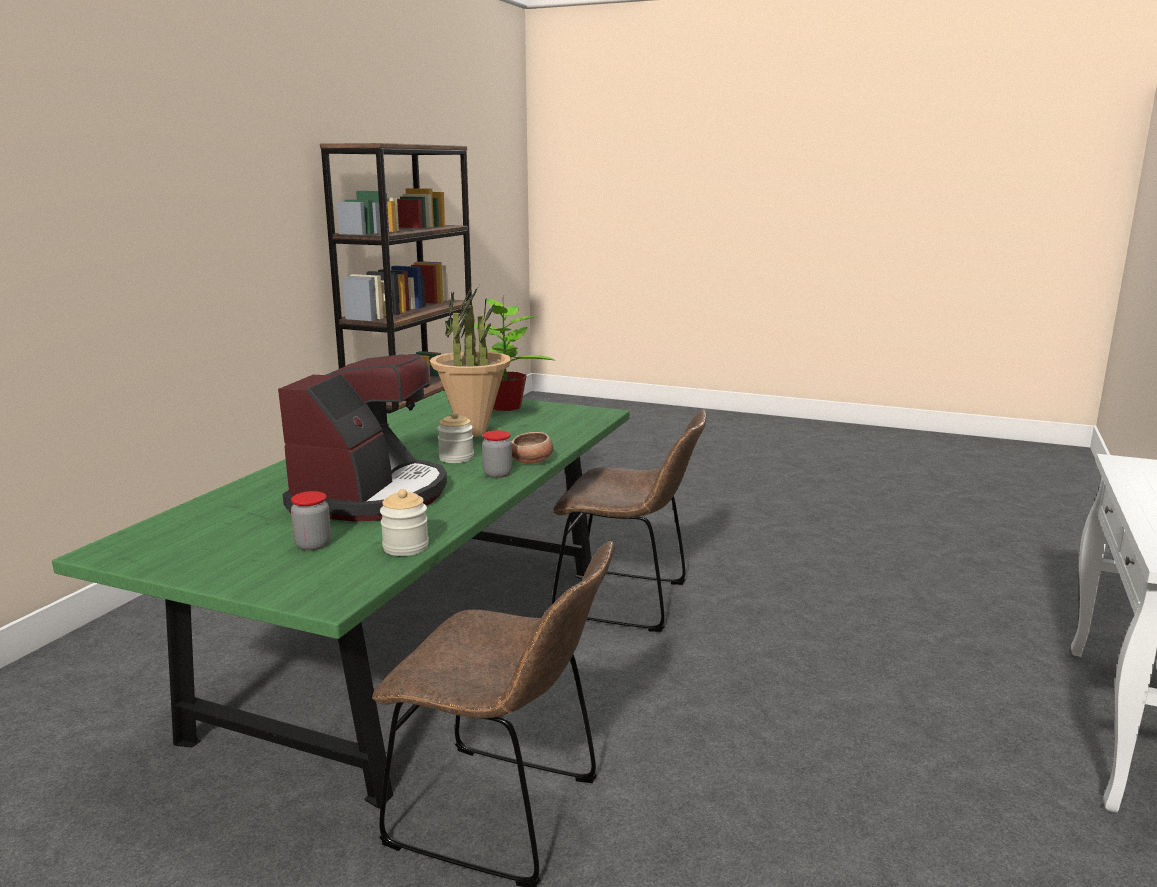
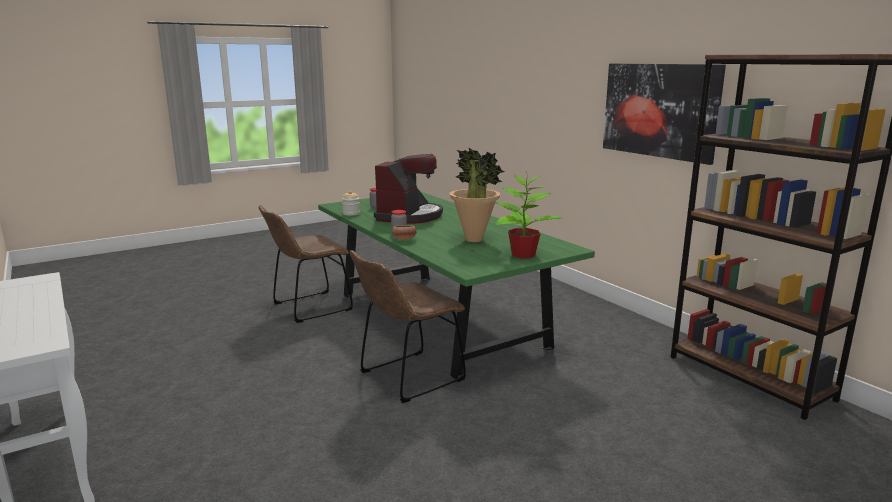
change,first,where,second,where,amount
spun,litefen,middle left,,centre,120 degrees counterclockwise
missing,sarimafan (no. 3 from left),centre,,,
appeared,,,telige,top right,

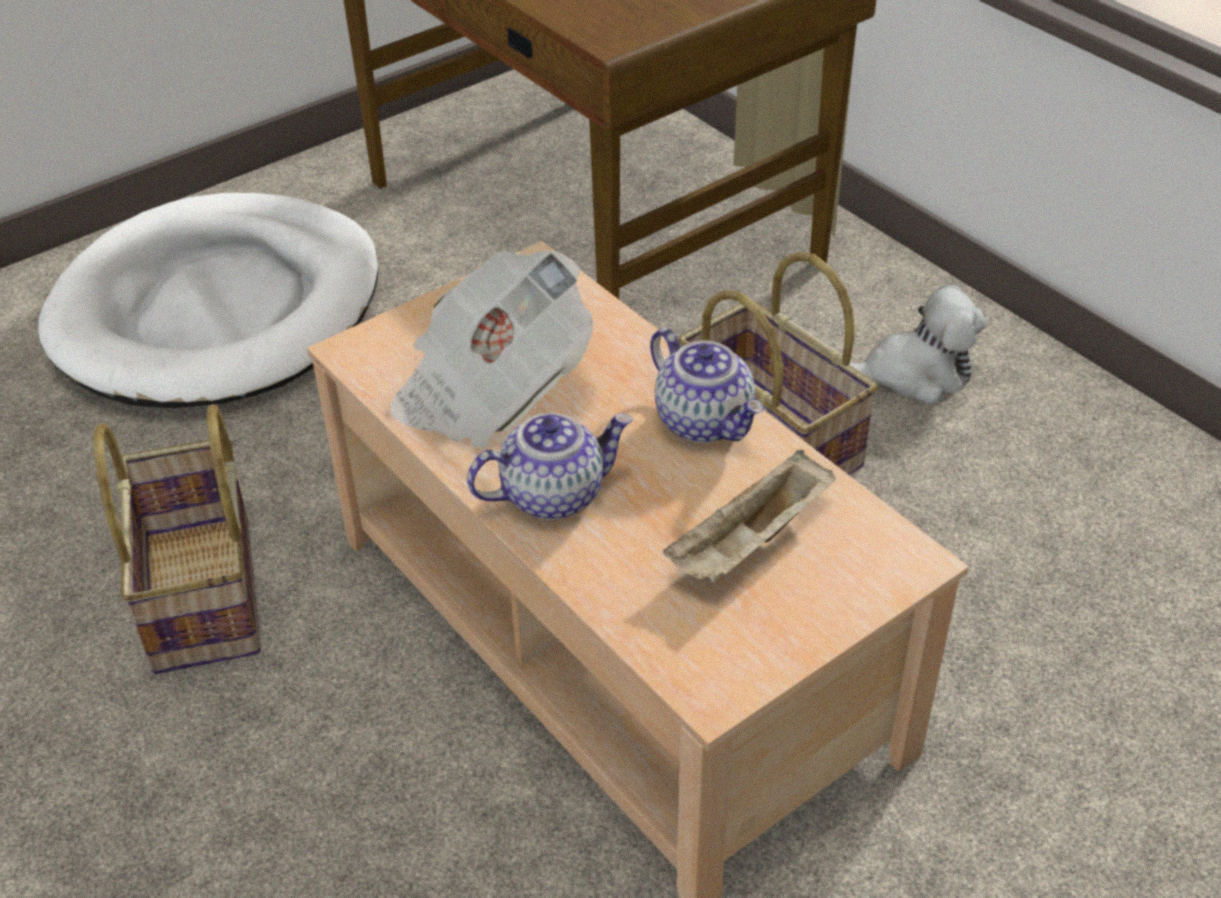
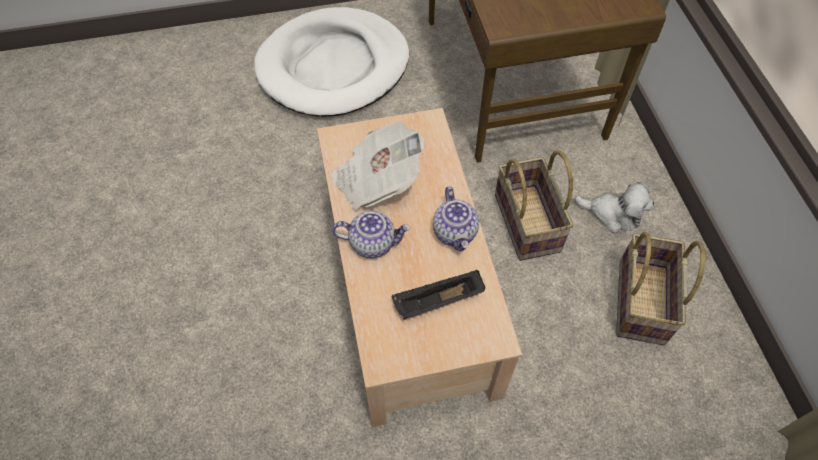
change,first,where,second,where,amount
relocated,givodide (no. 1 from left in the first image),middle left,givodide (no. 2 from left),middle right,
colour,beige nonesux,centre,black nonesux,centre,

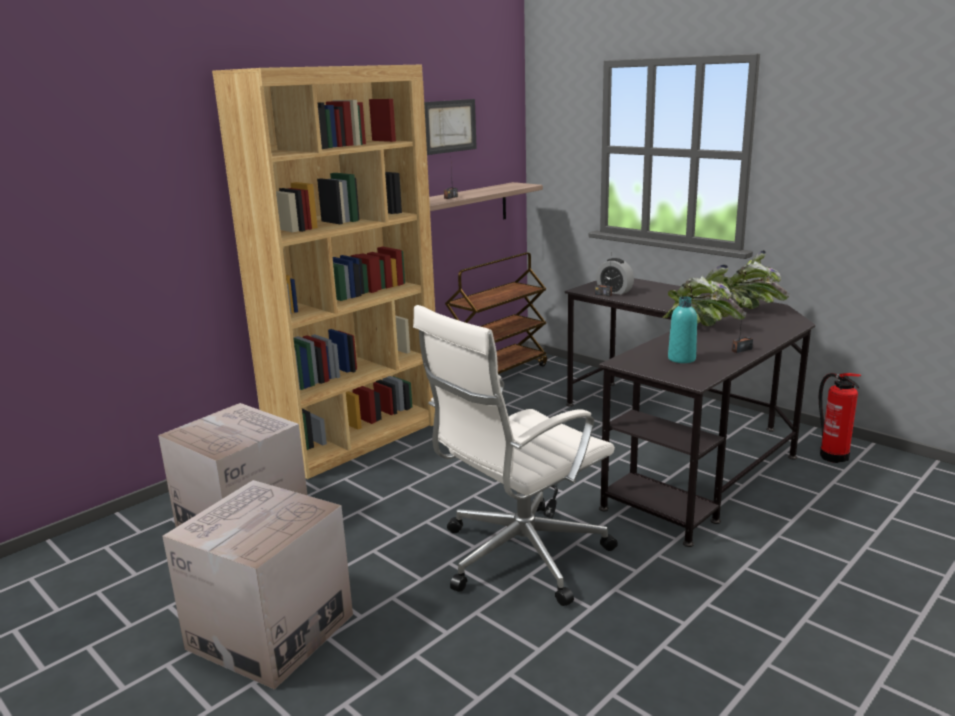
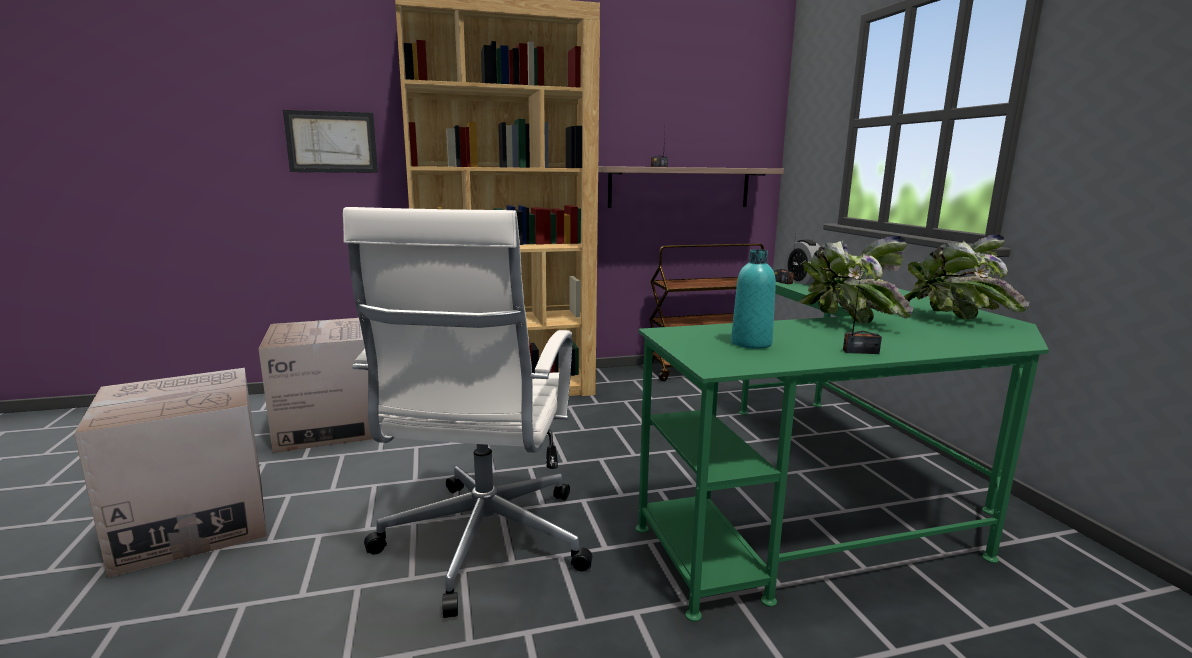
change,first,where,second,where,amount
spun,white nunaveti,centre,,centre,75 degrees counterclockwise
relocated,telige,top centre,,top left,
colour,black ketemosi,middle right,green ketemosi,bottom right,
missing,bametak,middle right,,,

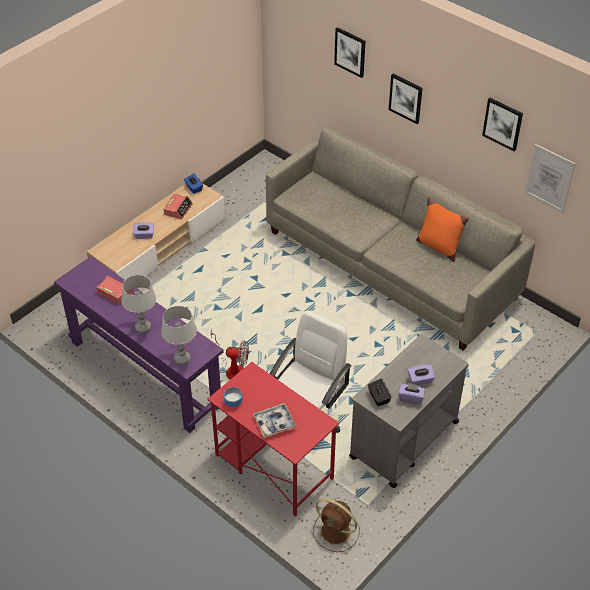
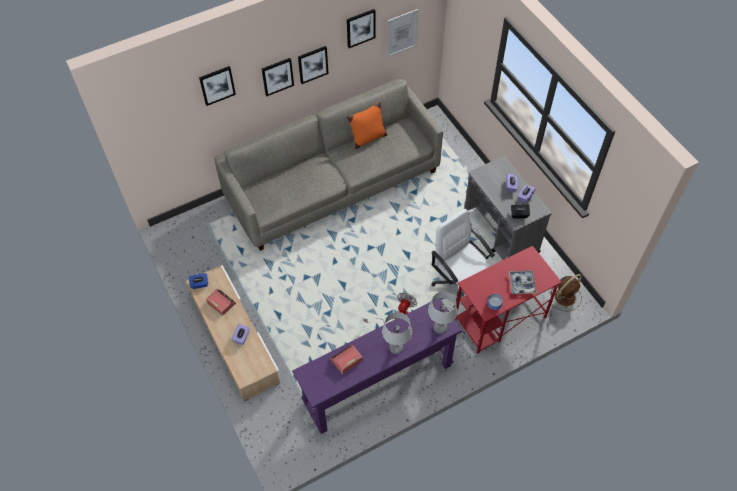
change,first,where,second,where,amount
appeared,,,telige (no. 3 from left),top centre,

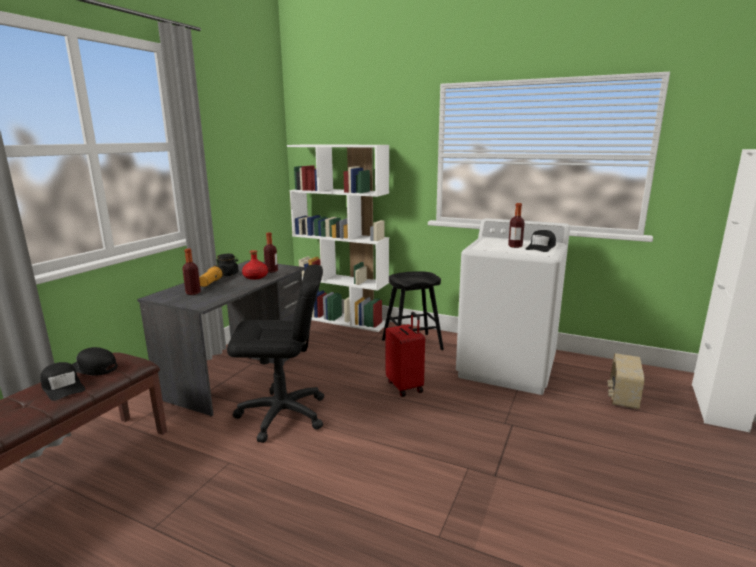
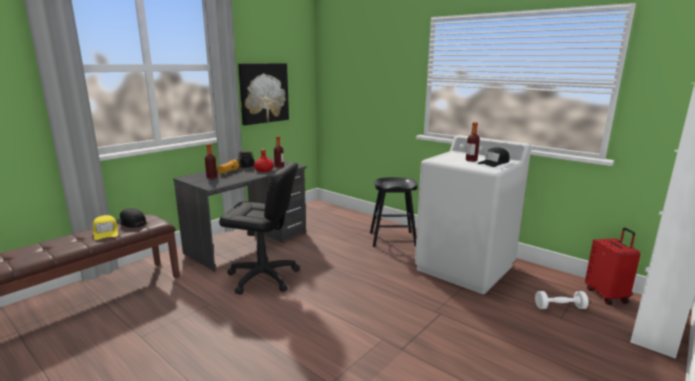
change,first,where,second,where,amount
colour,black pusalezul (no. 1 from left),bottom left,yellow pusalezul,middle left,
missing,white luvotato,centre,,,
relocated,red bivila,centre,,bottom right,
exchanged,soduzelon,bottom right,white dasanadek,bottom right,
appeared,,,telige,top centre,

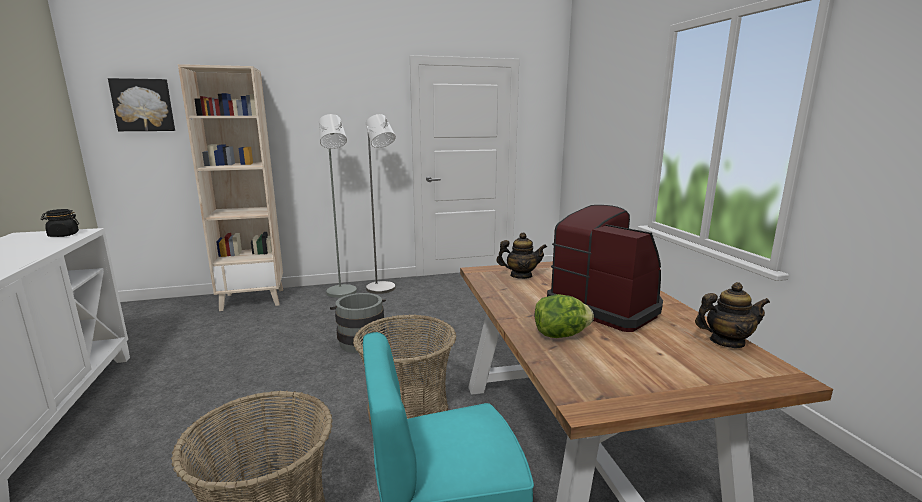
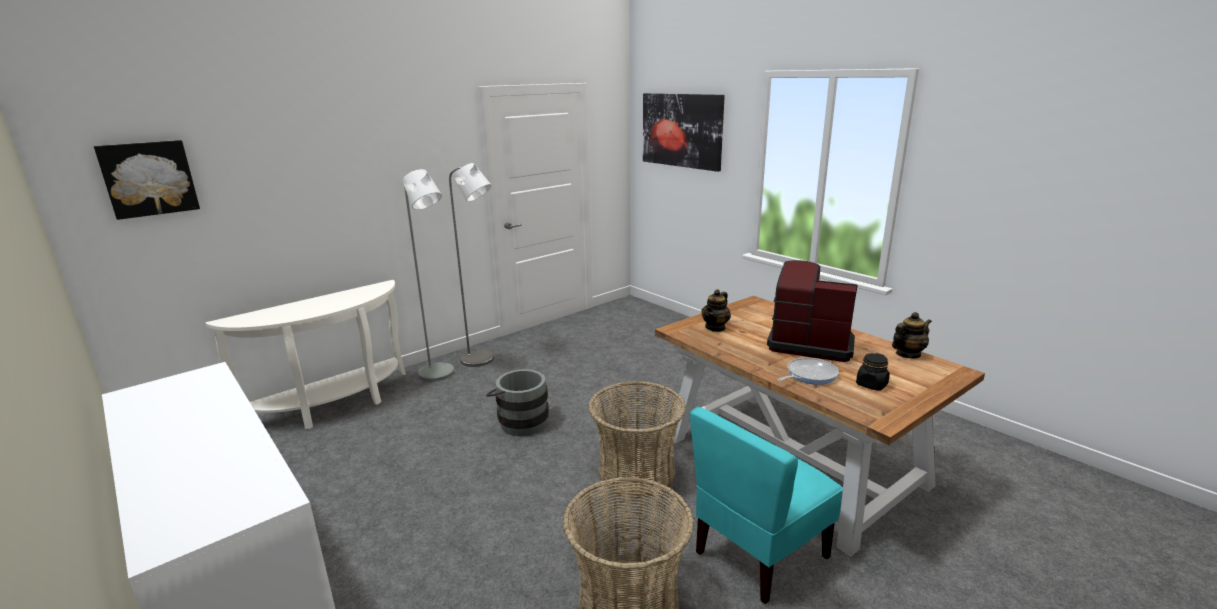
change,first,where,second,where,amount
relocated,black sarimafan,middle left,,middle right,
exchanged,beige luvotato,middle left,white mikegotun,middle left,
spun,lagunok (no. 1 from left),centre,,centre,150 degrees clockwise
exchanged,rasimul,centre,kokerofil,centre,
appeared,,,telige (no. 2 from left),top centre,

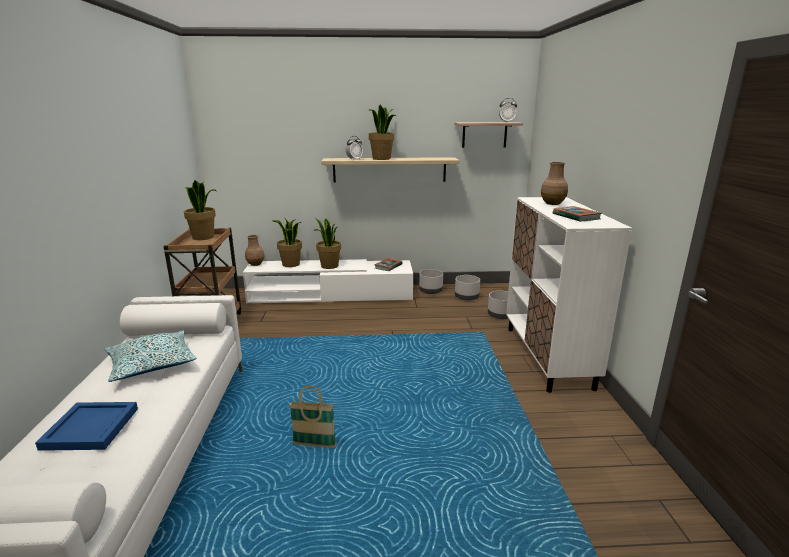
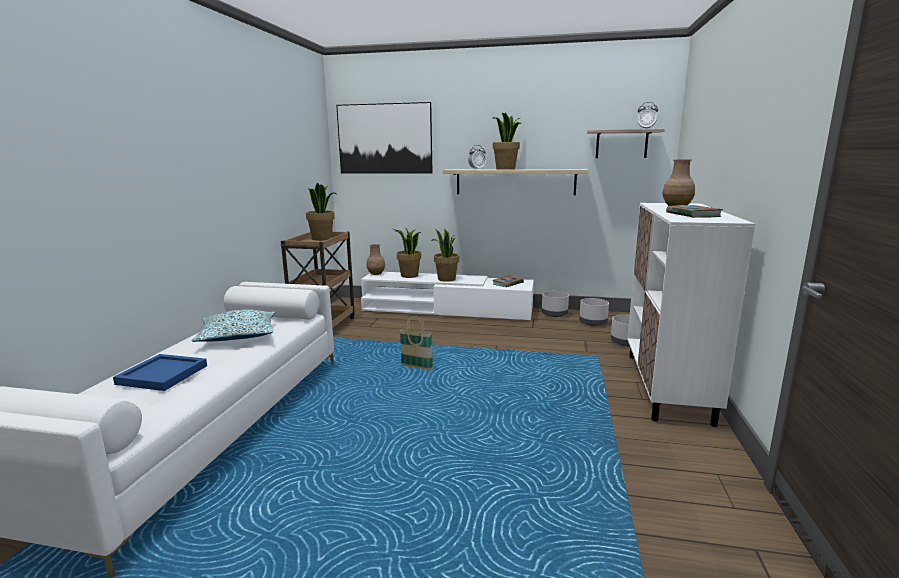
change,first,where,second,where,amount
relocated,givodide,bottom centre,,centre,
appeared,,,telige,top centre,

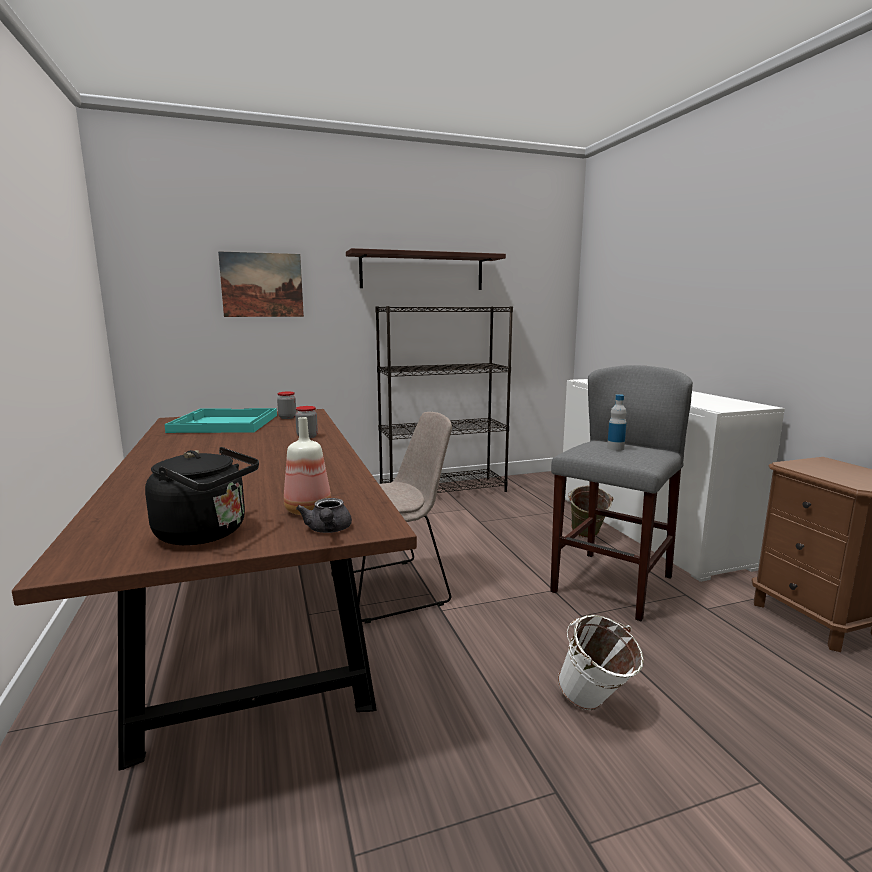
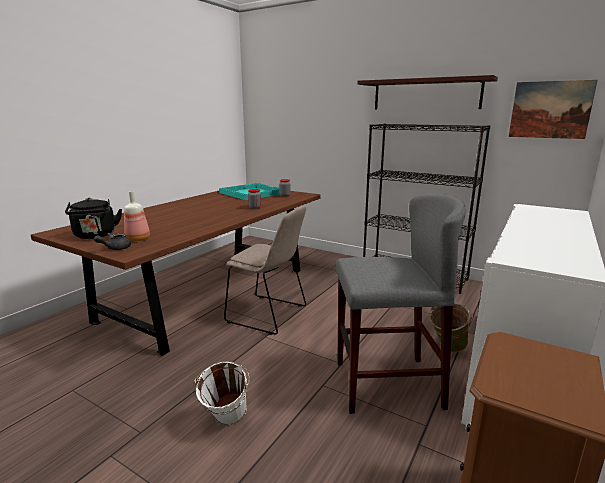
change,first,where,second,where,amount
relocated,telige,top left,,top right,
missing,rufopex (no. 2 from left),middle right,,,

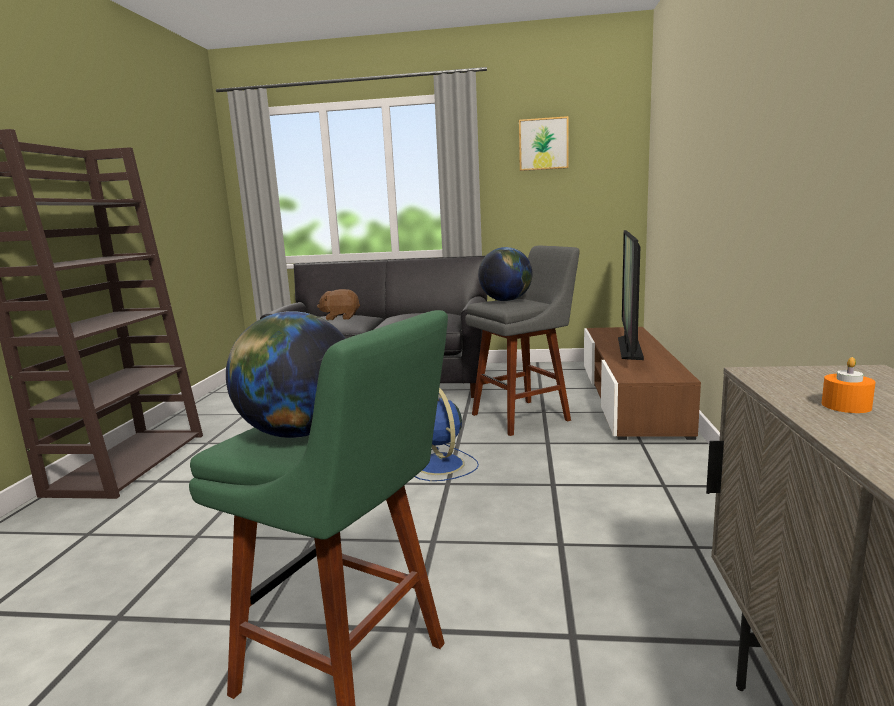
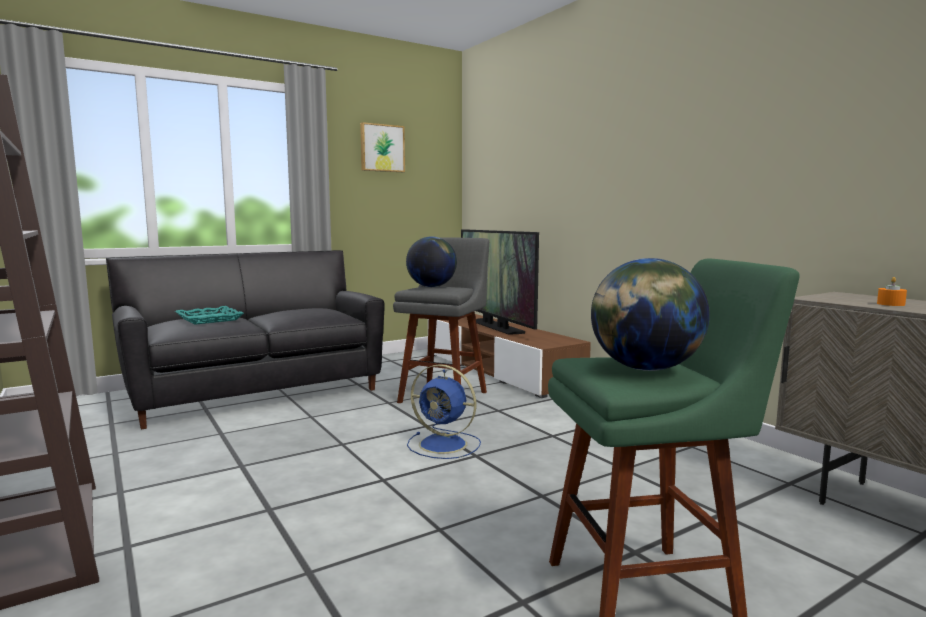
change,first,where,second,where,amount
exchanged,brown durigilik,centre,turquoise nonesux,middle left,

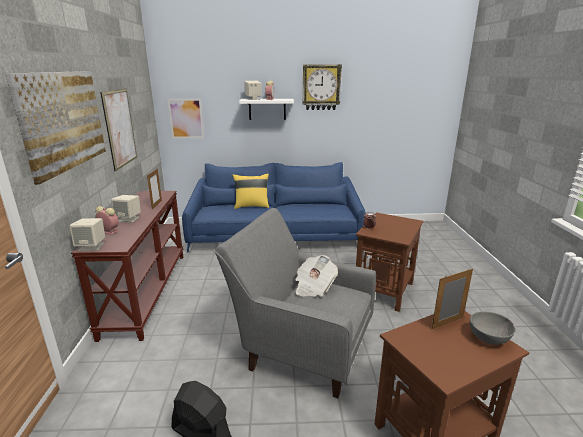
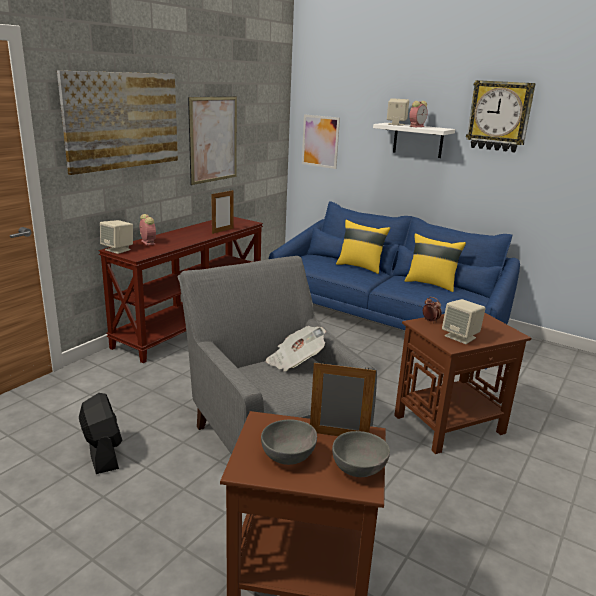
change,first,where,second,where,amount
relocated,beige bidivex (no. 2 from left in the first image),middle left,beige bidivex (no. 3 from left),middle right,
appeared,,,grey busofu (no. 1 from left),bottom centre,
appeared,,,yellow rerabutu (no. 2 from left),middle right,

